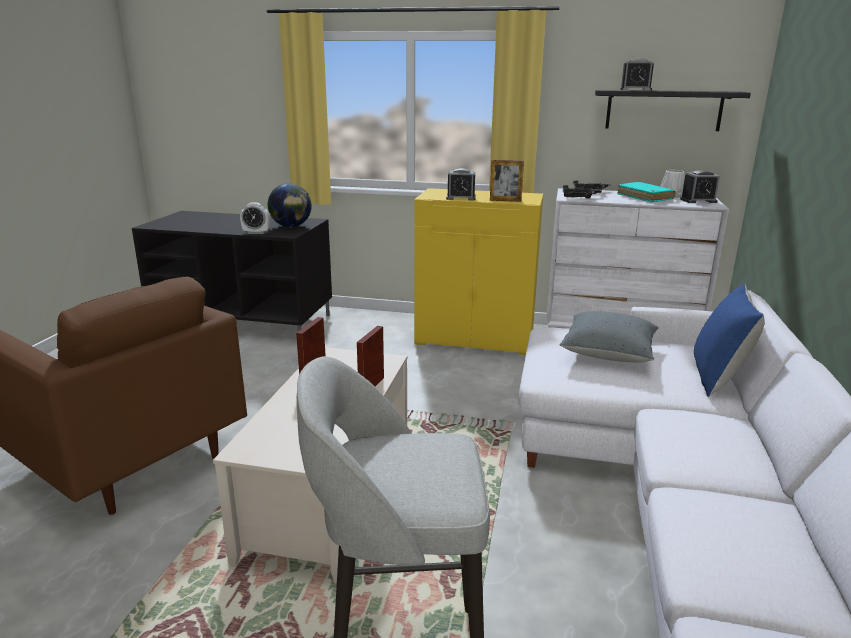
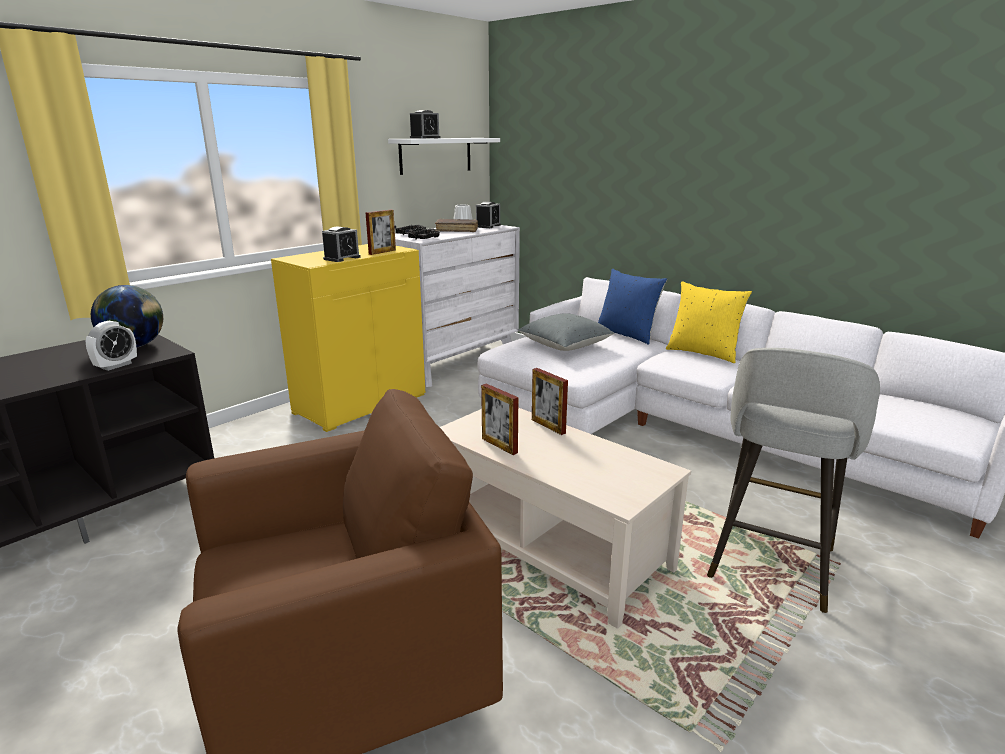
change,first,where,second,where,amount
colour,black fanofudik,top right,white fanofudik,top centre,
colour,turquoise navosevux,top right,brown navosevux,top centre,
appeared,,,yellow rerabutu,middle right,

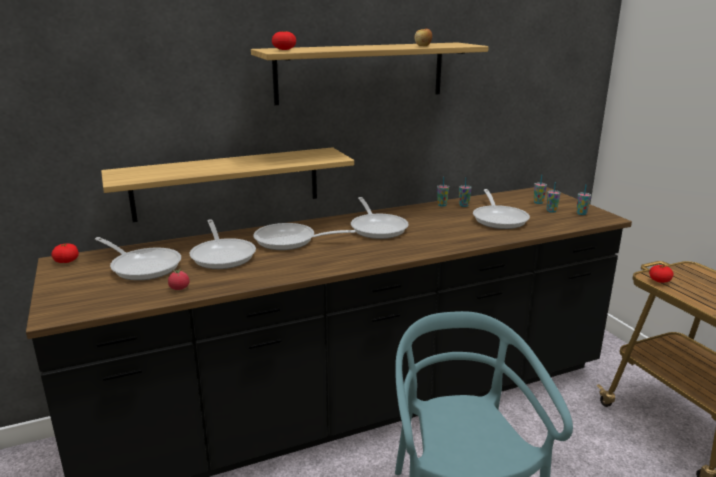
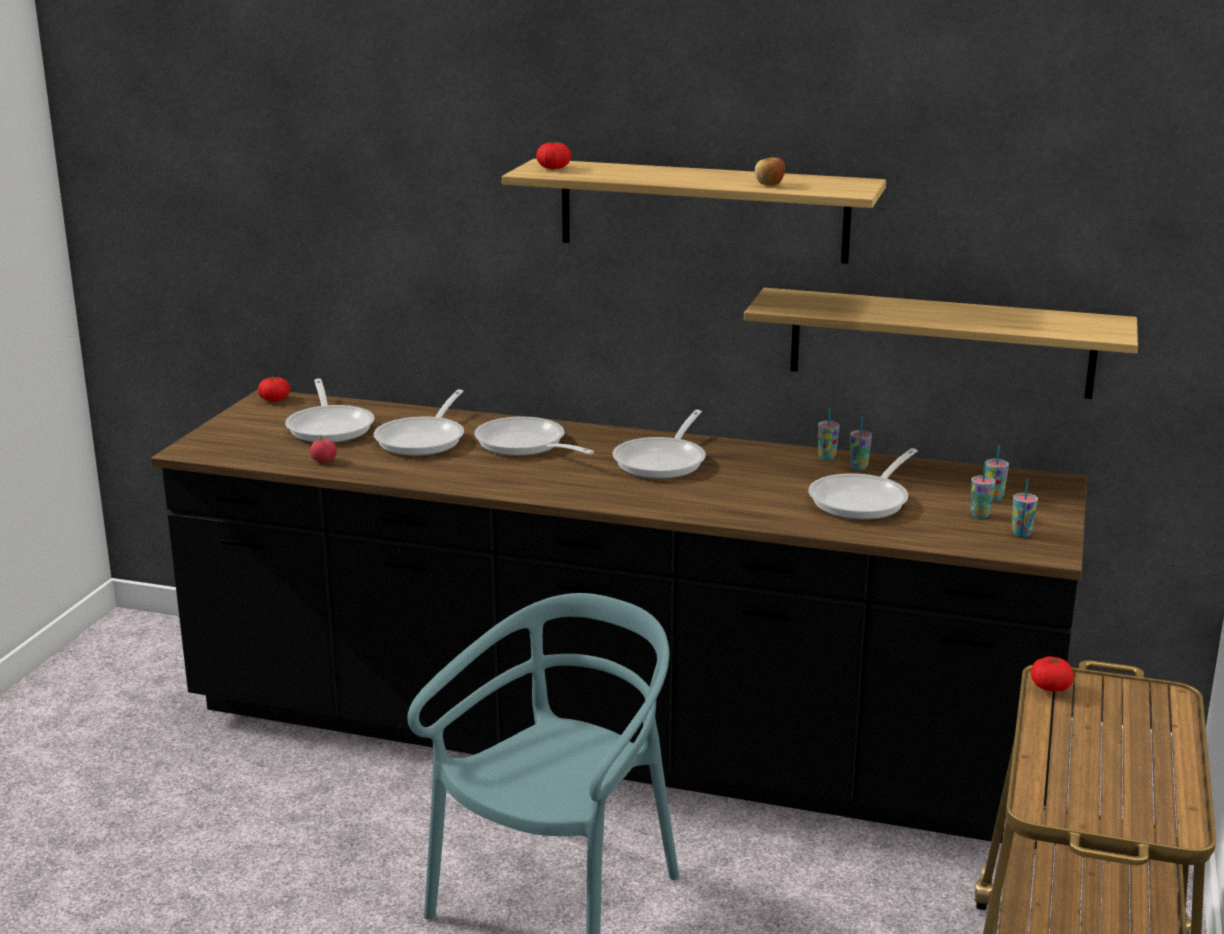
change,first,where,second,where,amount
relocated,fanofudik (no. 1 from left in the first image),middle left,fanofudik (no. 2 from left),middle right,

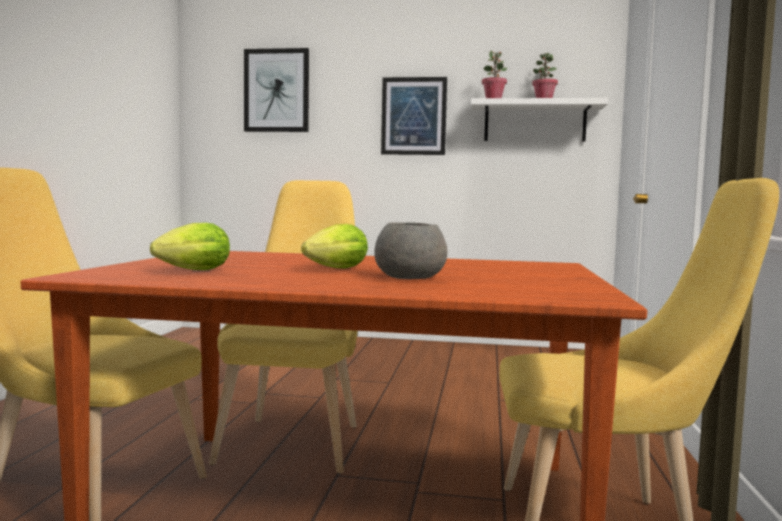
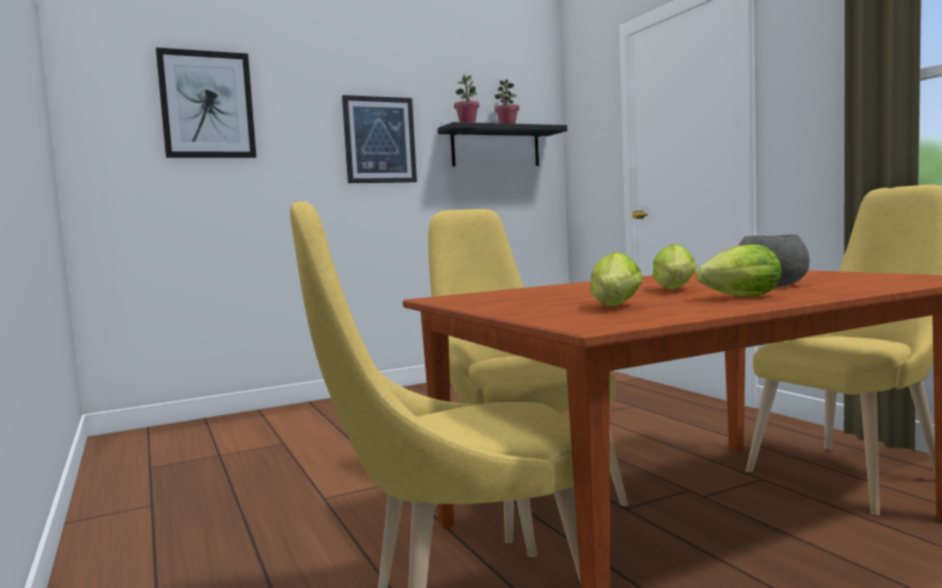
change,first,where,second,where,amount
colour,white fanofudik,top right,black fanofudik,top centre,
appeared,,,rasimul (no. 3 from left),middle right,

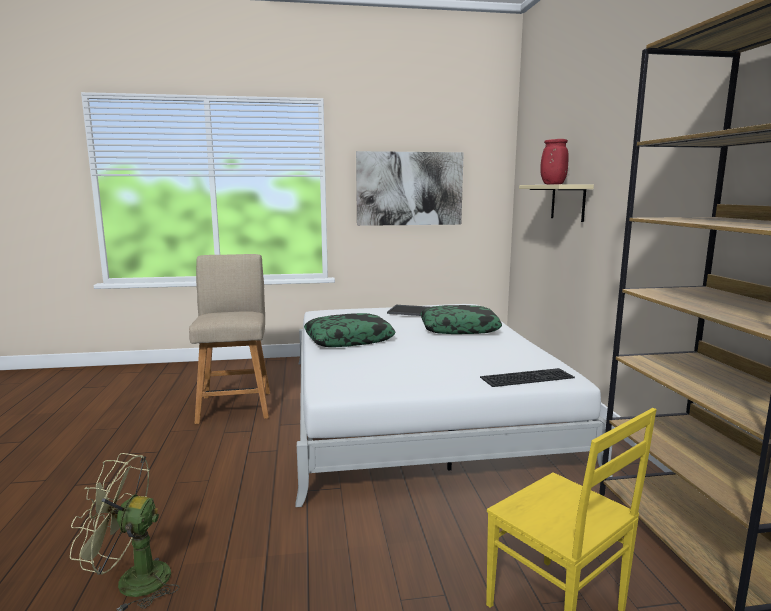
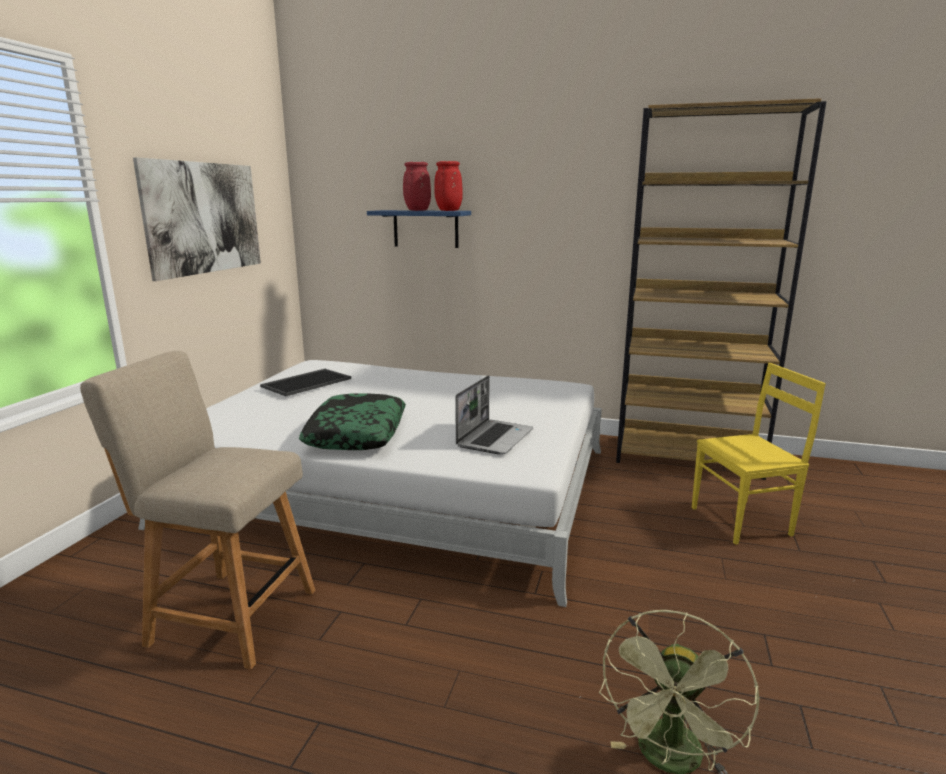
change,first,where,second,where,amount
missing,rerabutu (no. 2 from left),centre,,,
missing,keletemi,middle right,,,
colour,beige fanofudik,top right,blue fanofudik,top centre,
appeared,,,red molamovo (no. 2 from left),top centre,
appeared,,,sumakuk,centre,

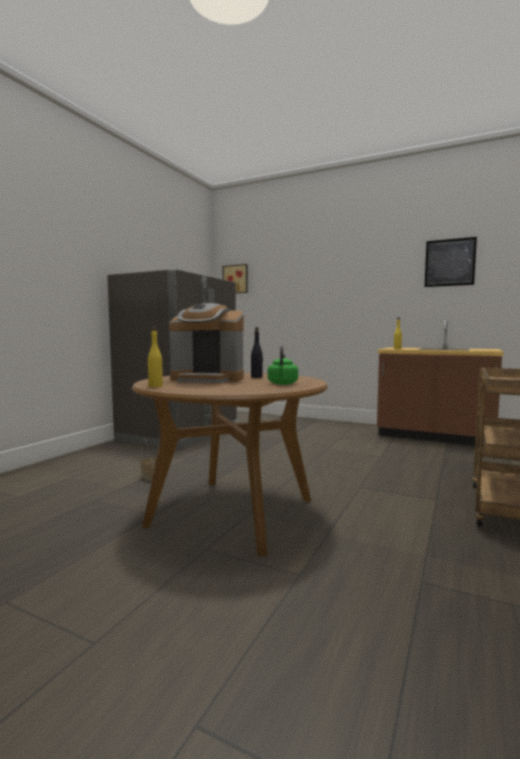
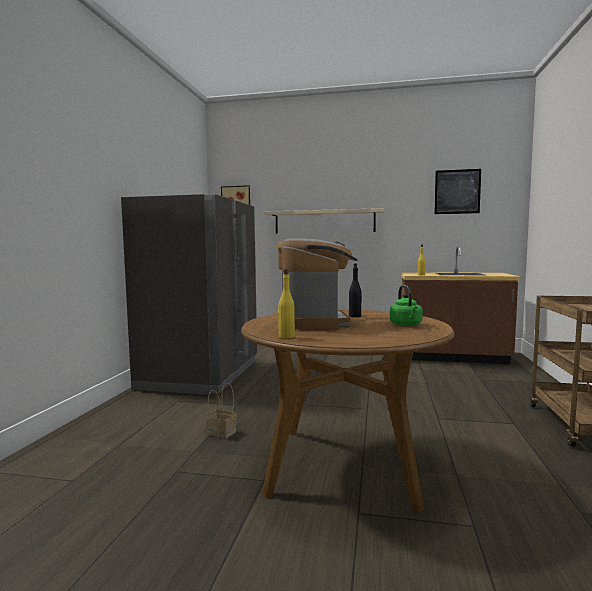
change,first,where,second,where,amount
spun,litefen,centre,,centre,90 degrees counterclockwise
appeared,,,beige fanofudik,centre,

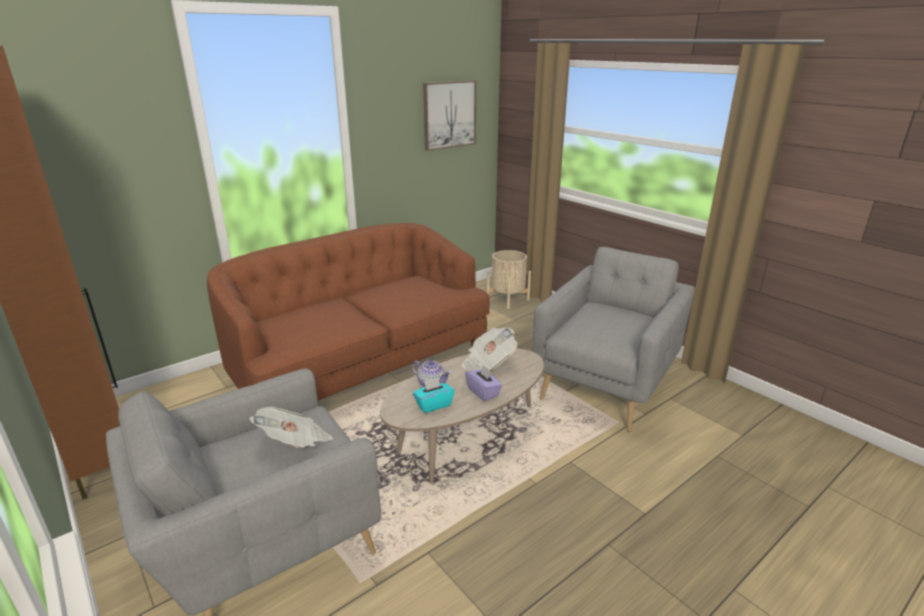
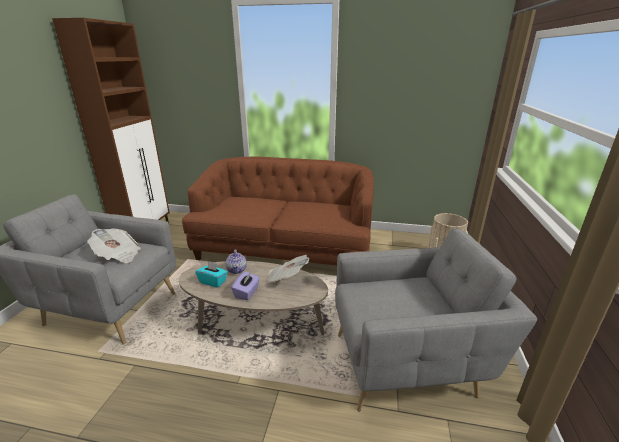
change,first,where,second,where,amount
missing,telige,top centre,,,

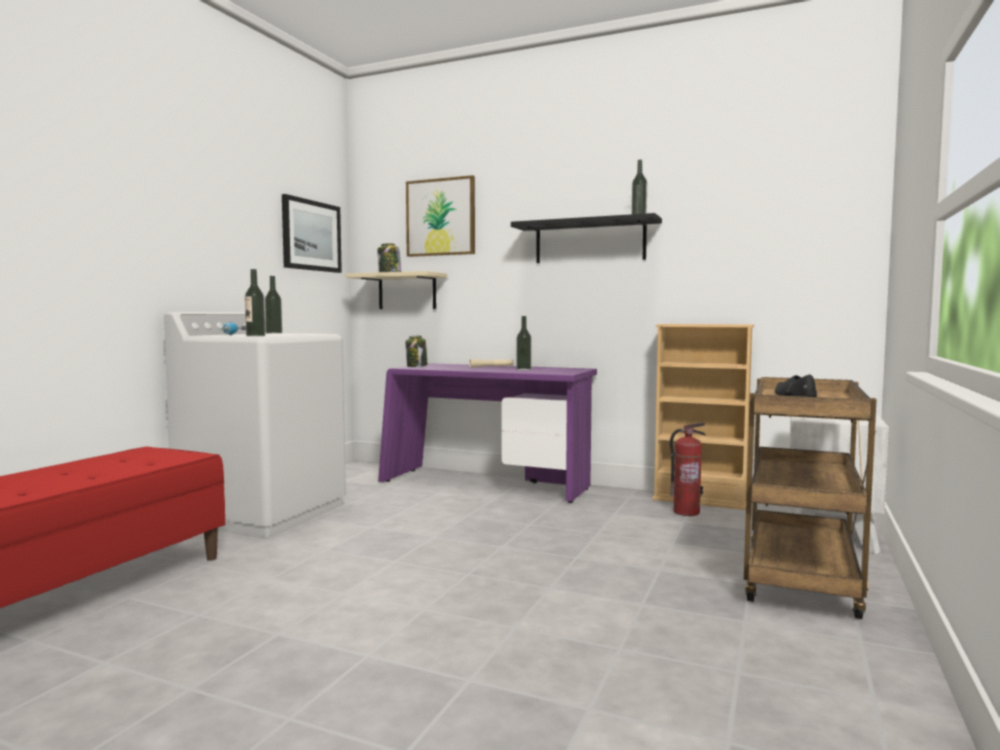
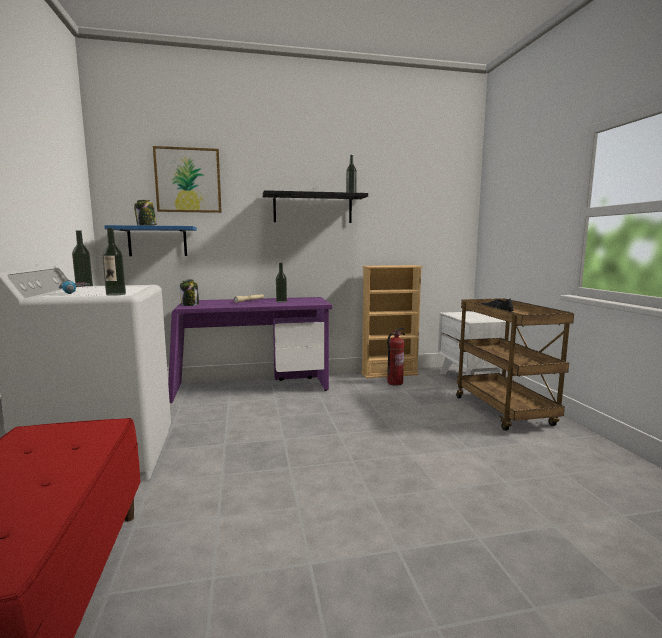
change,first,where,second,where,amount
missing,telige (no. 1 from left),top left,,,
colour,beige fanofudik,centre,blue fanofudik,middle left,

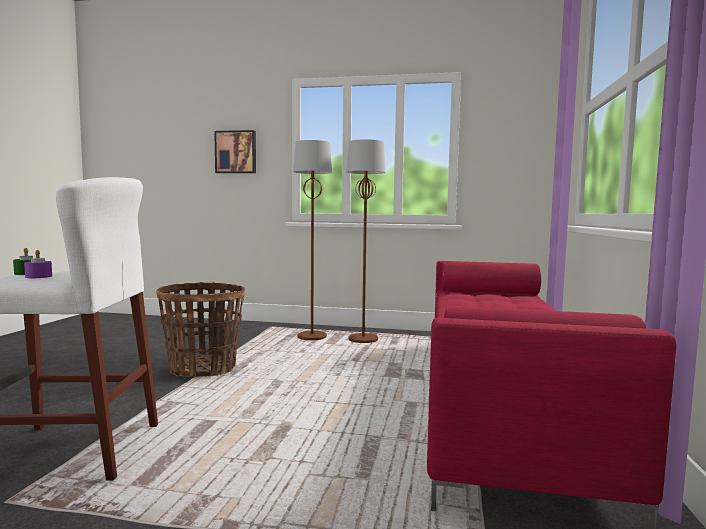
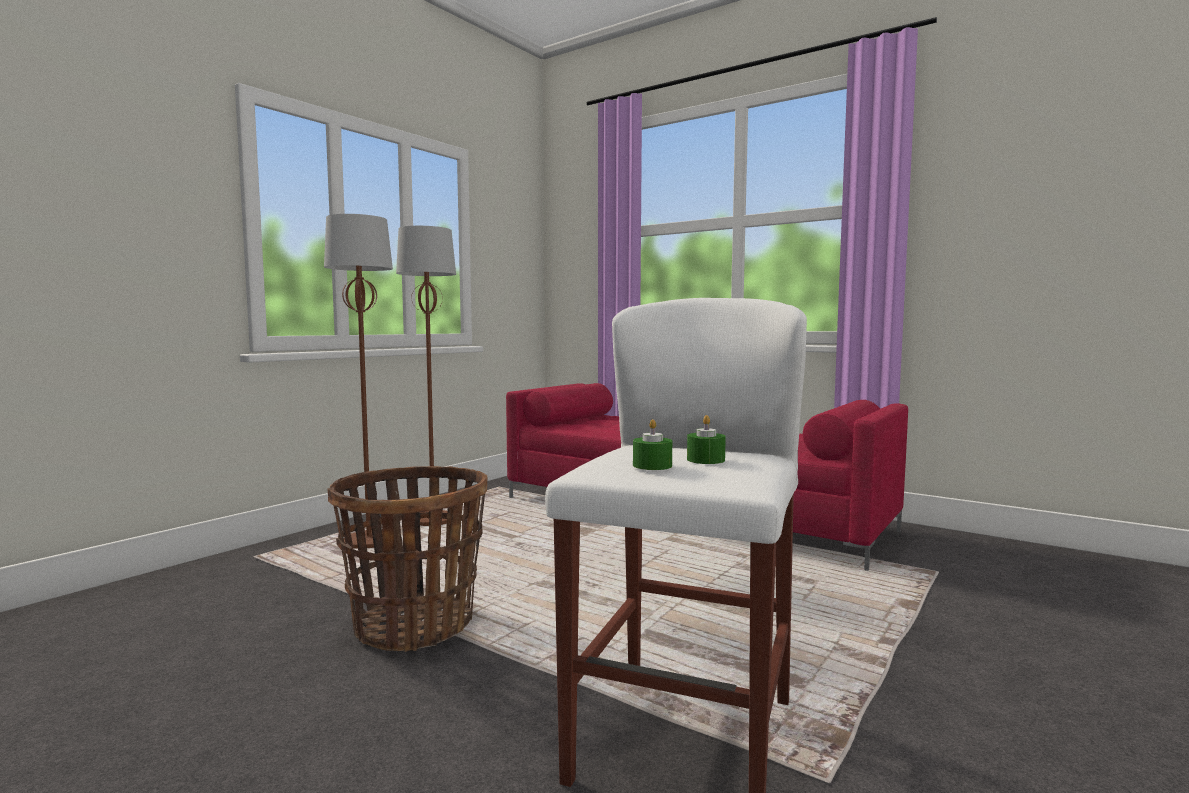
change,first,where,second,where,amount
colour,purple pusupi,middle left,green pusupi (no. 2 from left),centre,
missing,telige,top left,,,

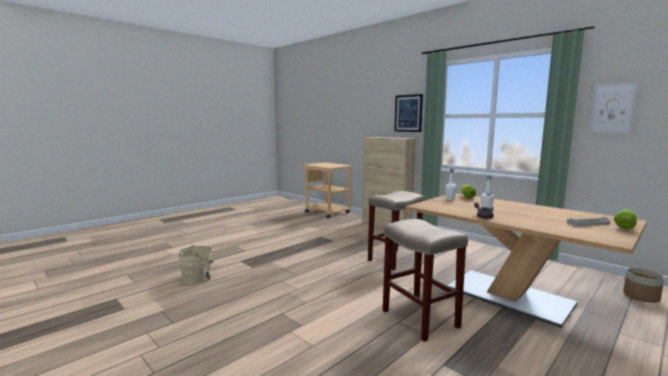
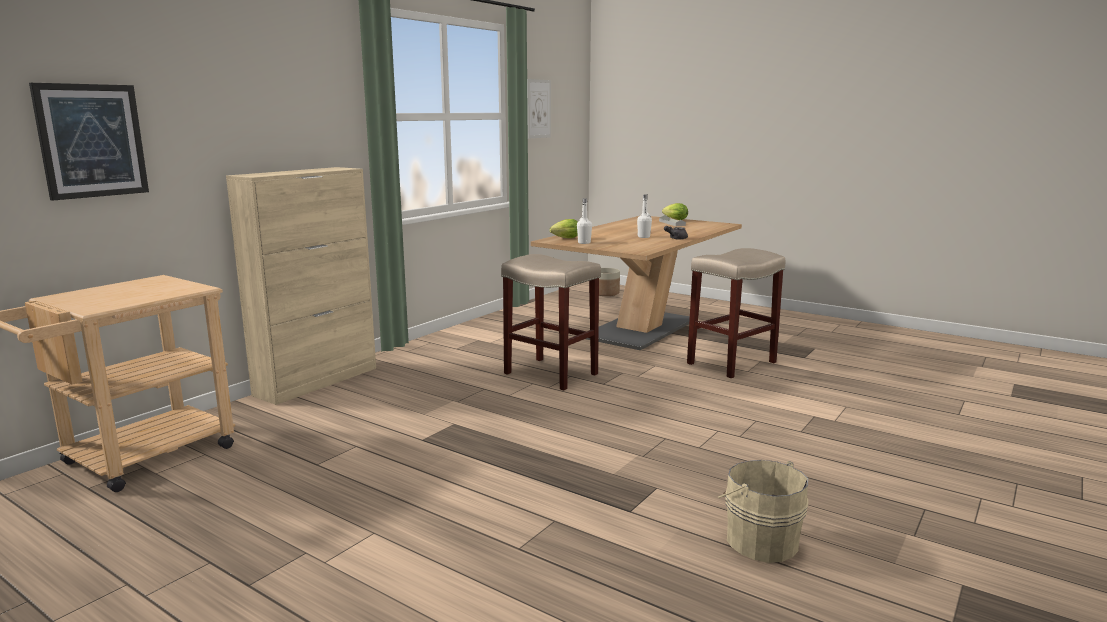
change,first,where,second,where,amount
relocated,telige (no. 1 from left),top centre,,top left,

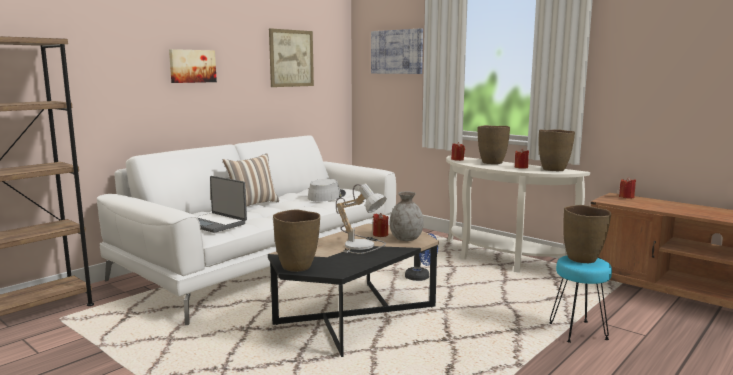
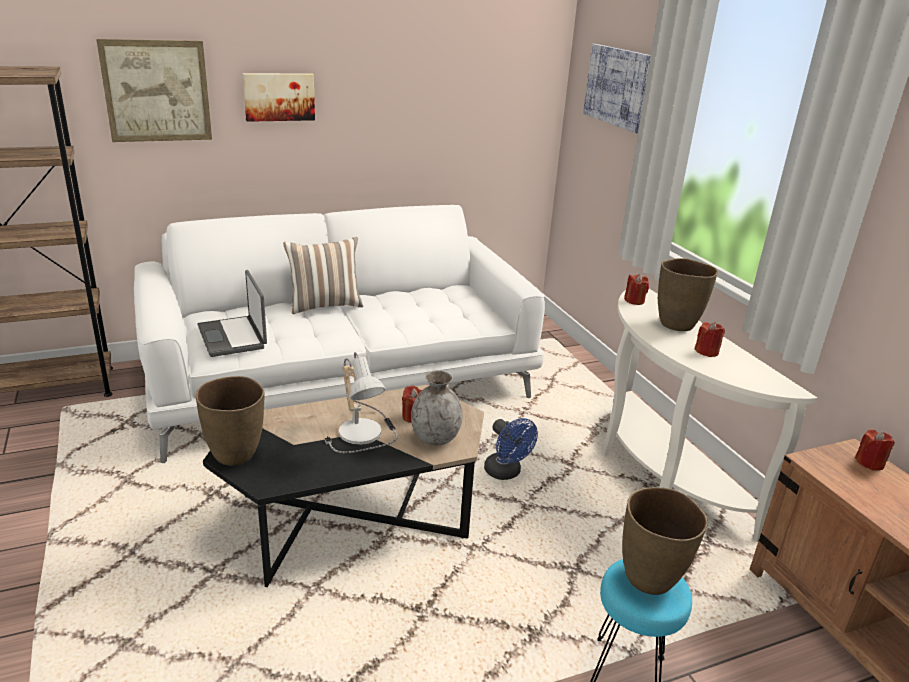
change,first,where,second,where,amount
relocated,telige (no. 2 from left in the first image),top centre,telige (no. 1 from left),top left,
missing,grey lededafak,centre,,,
missing,brown molamovo (no. 3 from left),middle right,,,

